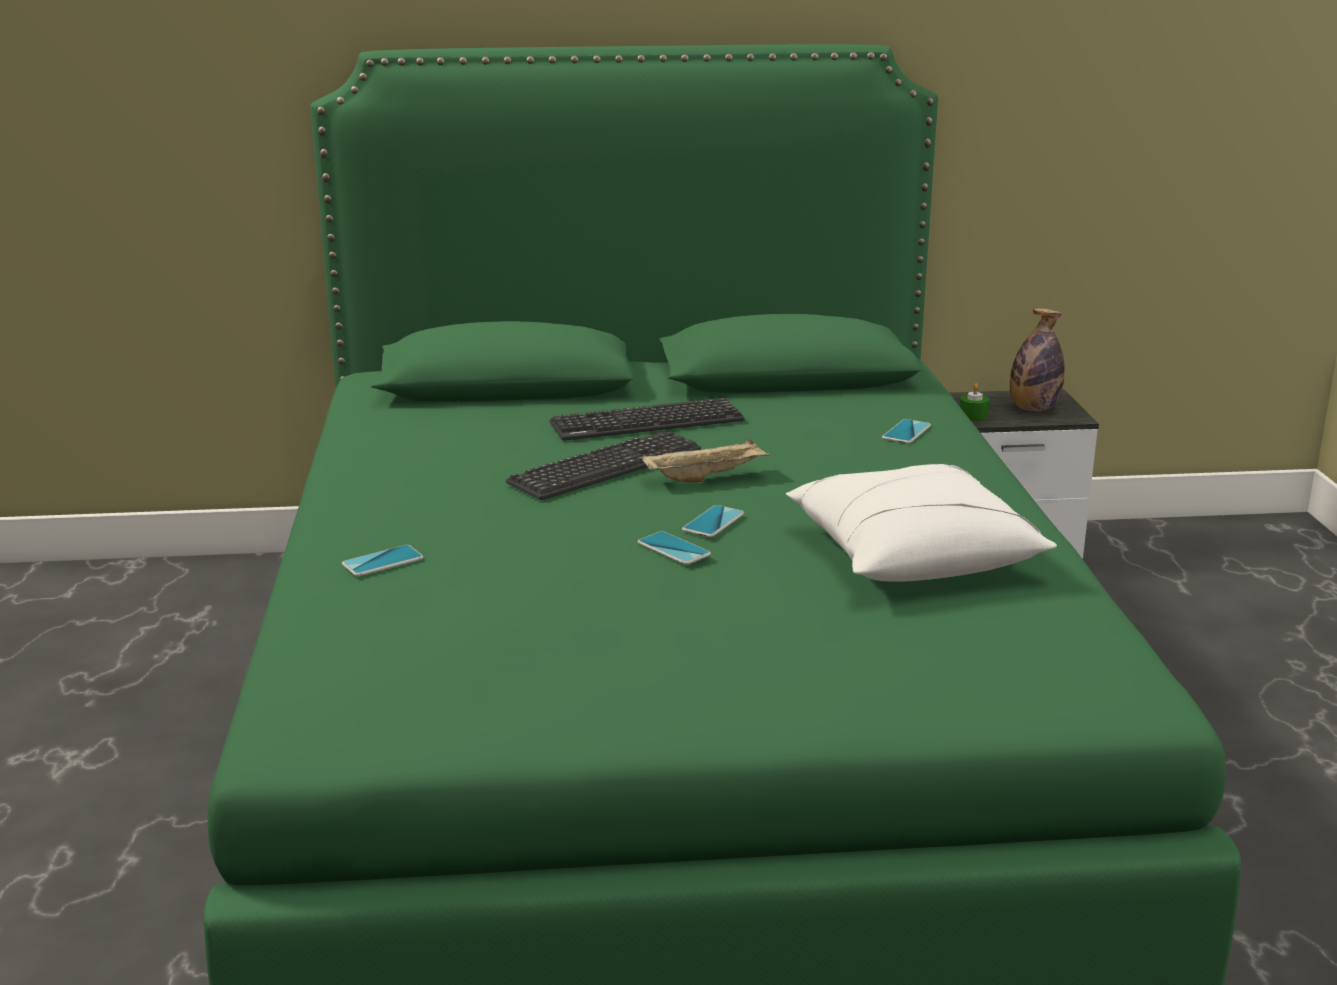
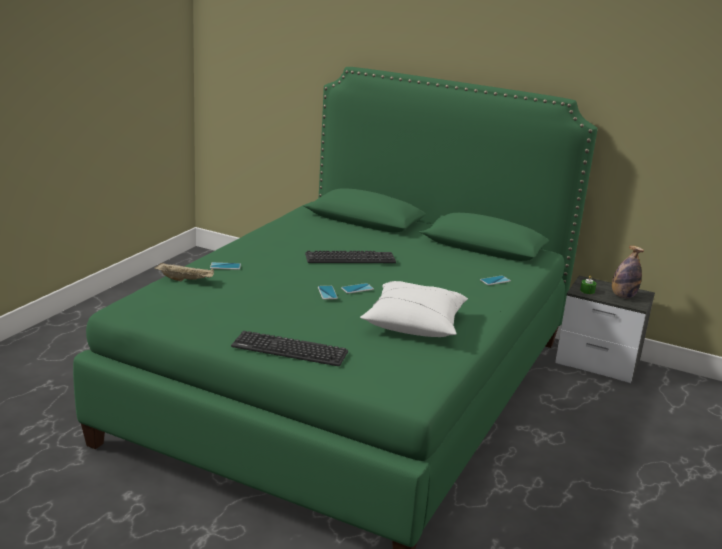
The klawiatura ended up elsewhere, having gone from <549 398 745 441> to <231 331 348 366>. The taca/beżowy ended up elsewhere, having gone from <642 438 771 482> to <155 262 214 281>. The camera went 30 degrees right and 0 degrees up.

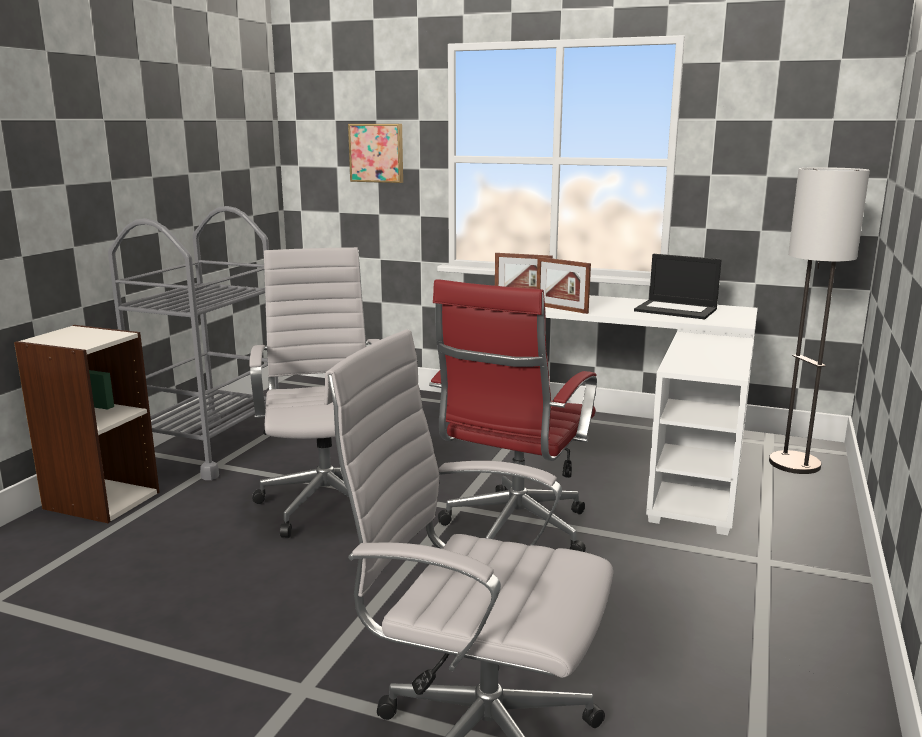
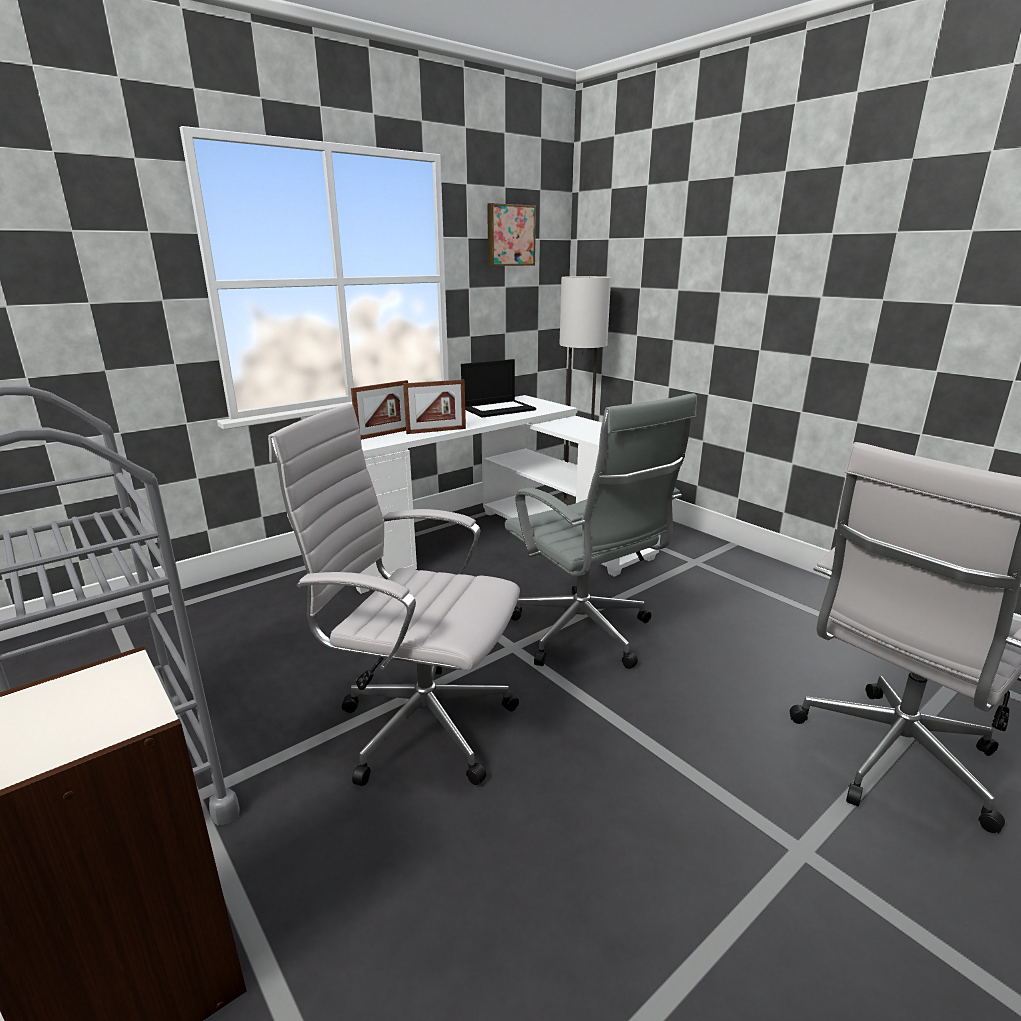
The obraz ended up elsewhere, having gone from <348 124 403 183> to <487 203 536 266>. What was the krzesło biurowe/czerwony at <429 279 597 552> turned into the krzesło biurowe/szary at <505 393 697 669>. The camera went 60 degrees left and 5 degrees up.

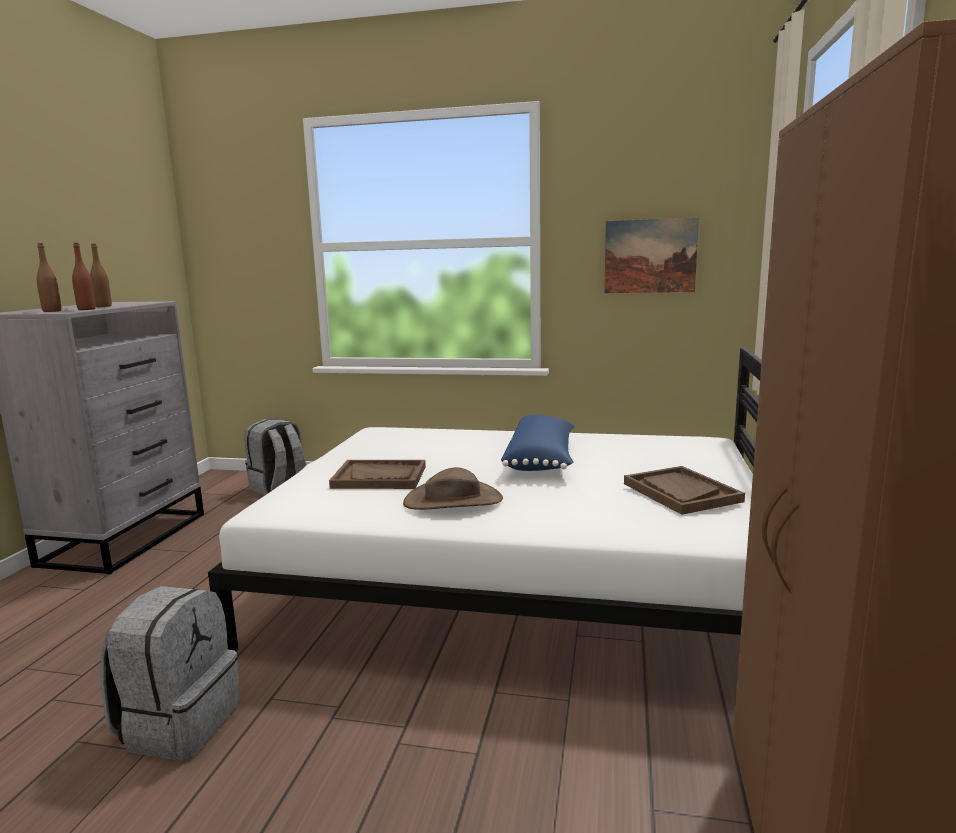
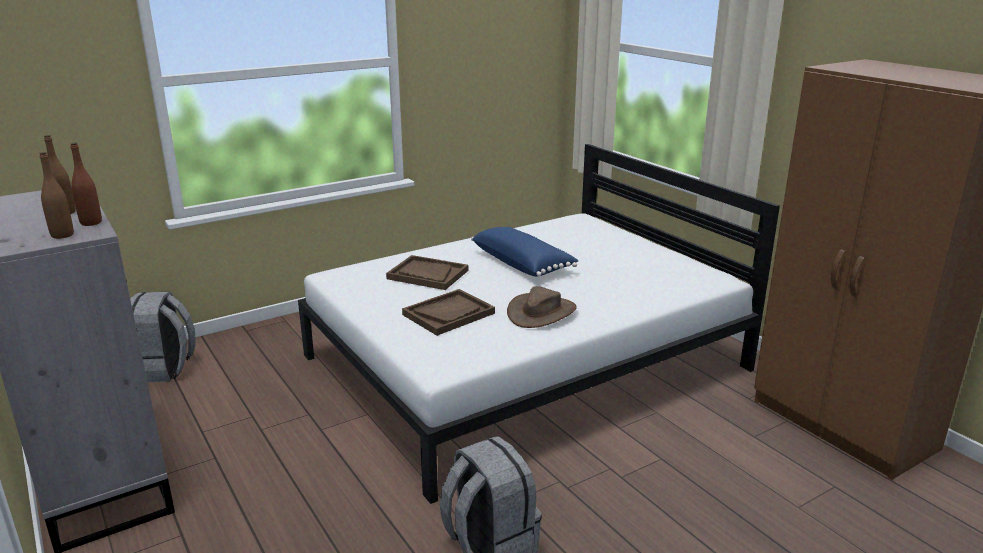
The second view lost the obraz at <604 218 699 293>. The taca/brązowy ended up elsewhere, having gone from <624 466 745 515> to <386 255 468 290>. The camera went 45 degrees left and 10 degrees up.

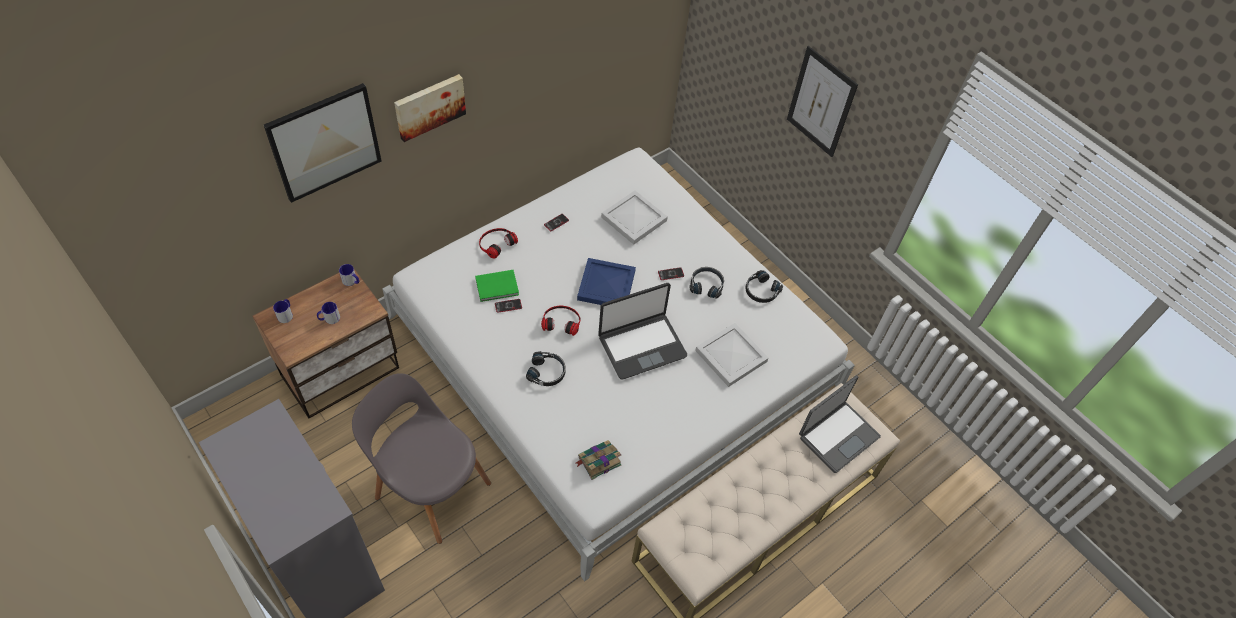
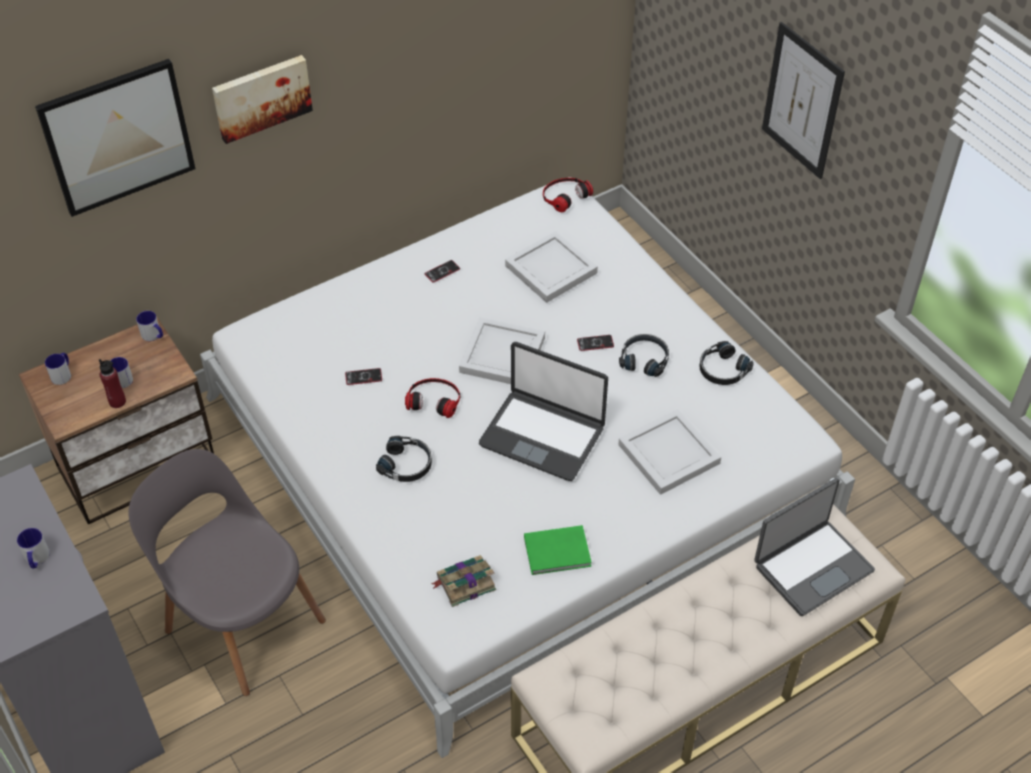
The książka/zielony ended up elsewhere, having gone from <475 270 519 302> to <524 525 592 575>. The słuchawki ended up elsewhere, having gone from <479 228 518 259> to <543 178 593 212>. What was the taca/niebieski at <577 258 636 305> turned into the taca/biały at <459 317 545 384>. The laptop at <598 283 687 380> ended up facing another way, 45 degrees clockwise from before. The second view gained the kubek at <17 528 50 568>. The second view gained the butelka/czerwony at <99 359 126 408>. The camera went 10 degrees right and 5 degrees down.

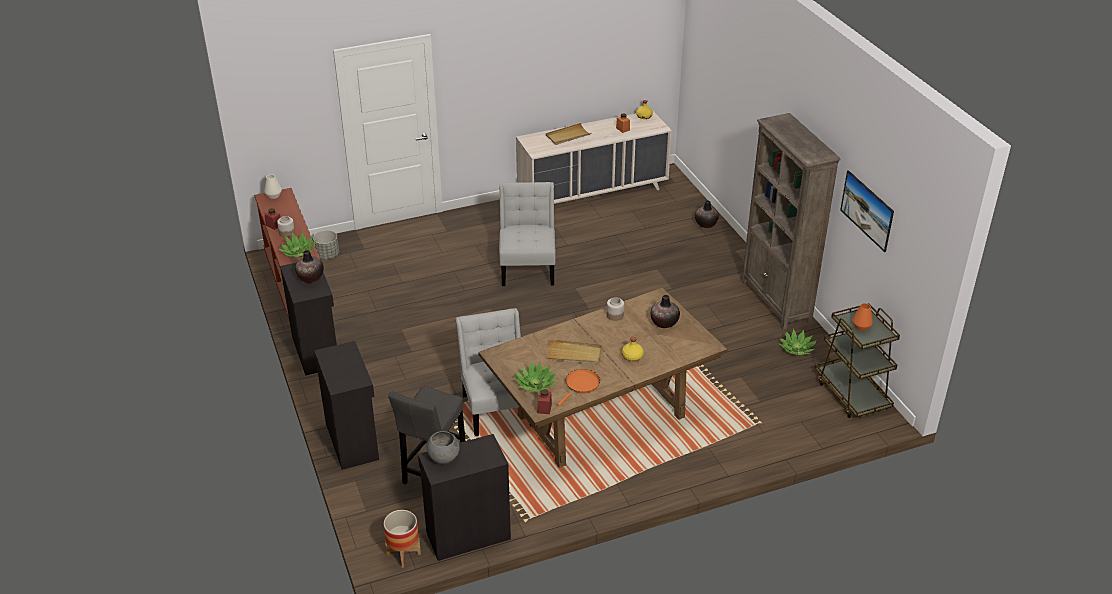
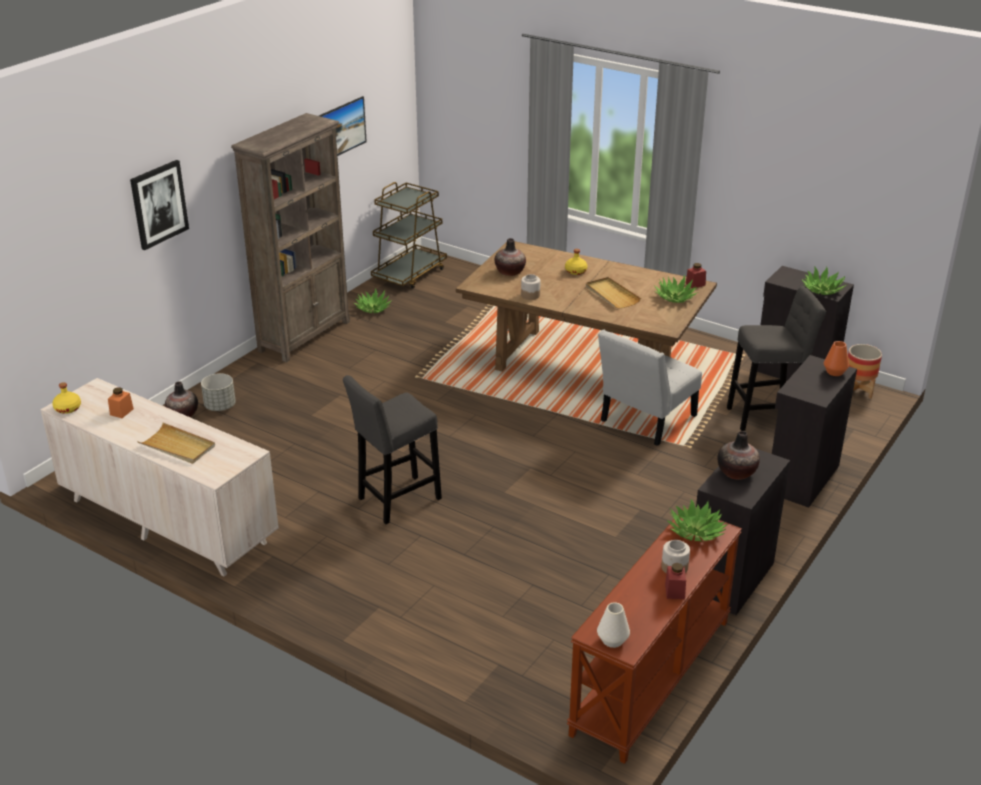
The donica/szary ended up elsewhere, having gone from <313 230 339 259> to <201 373 236 411>. Where the miska/szary stood at <426 431 460 464>, the roślina doniczkowa came to stand at <801 267 847 295>. Where the krzesło/biały stood at <499 182 556 286>, the stołek/szary came to stand at <343 375 442 524>. The second view lost the patelnia/pomarańczowy at <557 369 600 406>. The wazon/pomarańczowy ended up elsewhere, having gone from <853 303 873 331> to <824 341 849 376>. The second view gained the obraz at <130 160 189 250>. The camera went 125 degrees left and 5 degrees down.

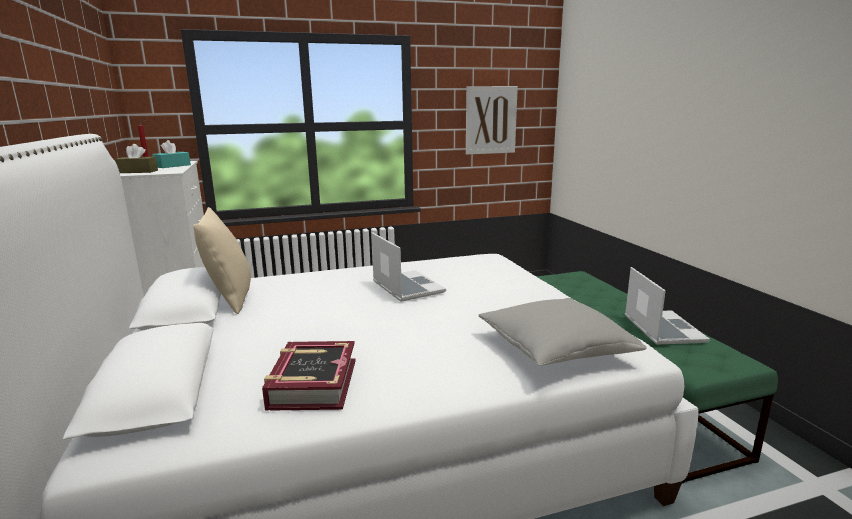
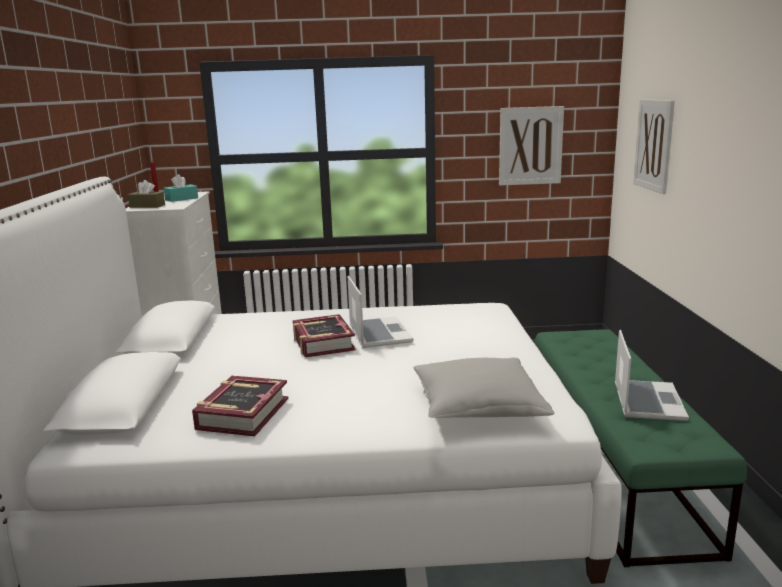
The second view lost the poduszka/beżowy at <193 207 251 314>. The second view gained the książka at <293 314 356 358>. The second view gained the obraz at <633 99 675 194>. The camera went 15 degrees right and 0 degrees up.

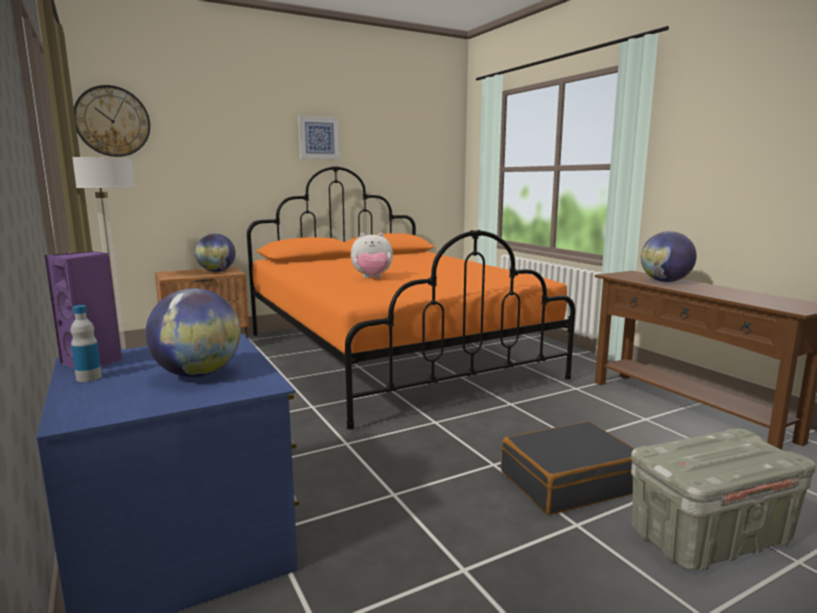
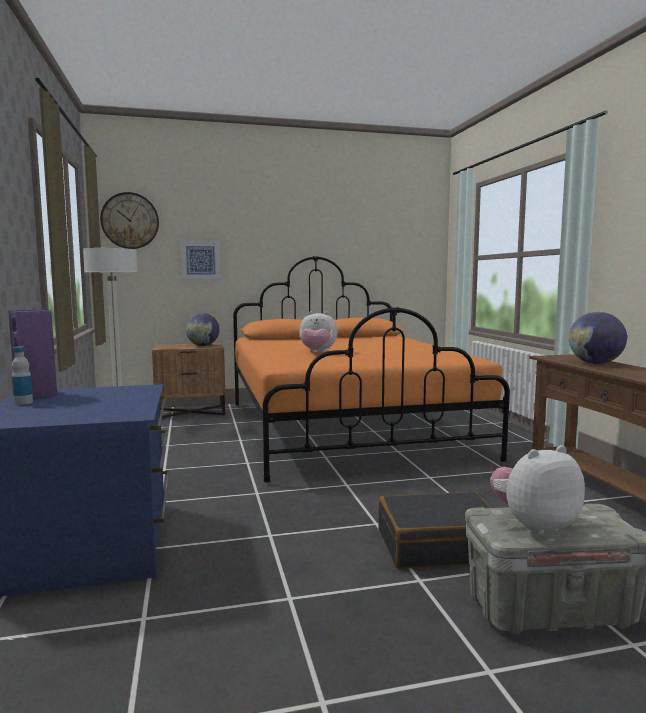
The second view lost the globus at <145 288 241 377>. The obraz ended up elsewhere, having gone from <298 115 340 159> to <180 240 220 279>. The second view gained the pluszak at <490 445 585 535>. The camera went 15 degrees right and 5 degrees down.

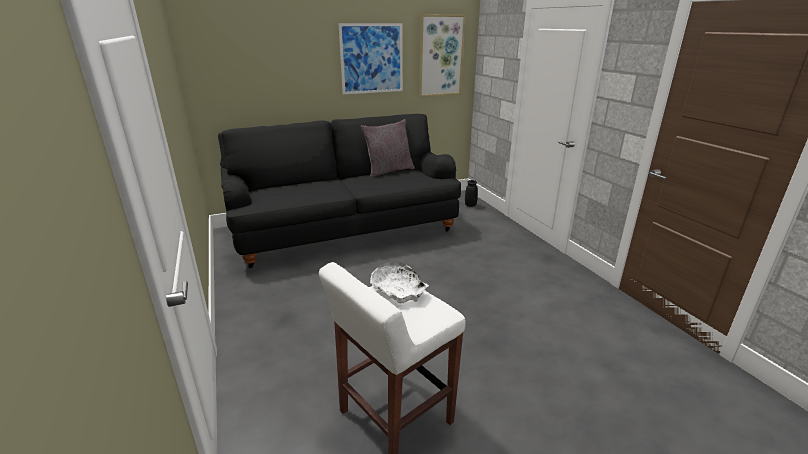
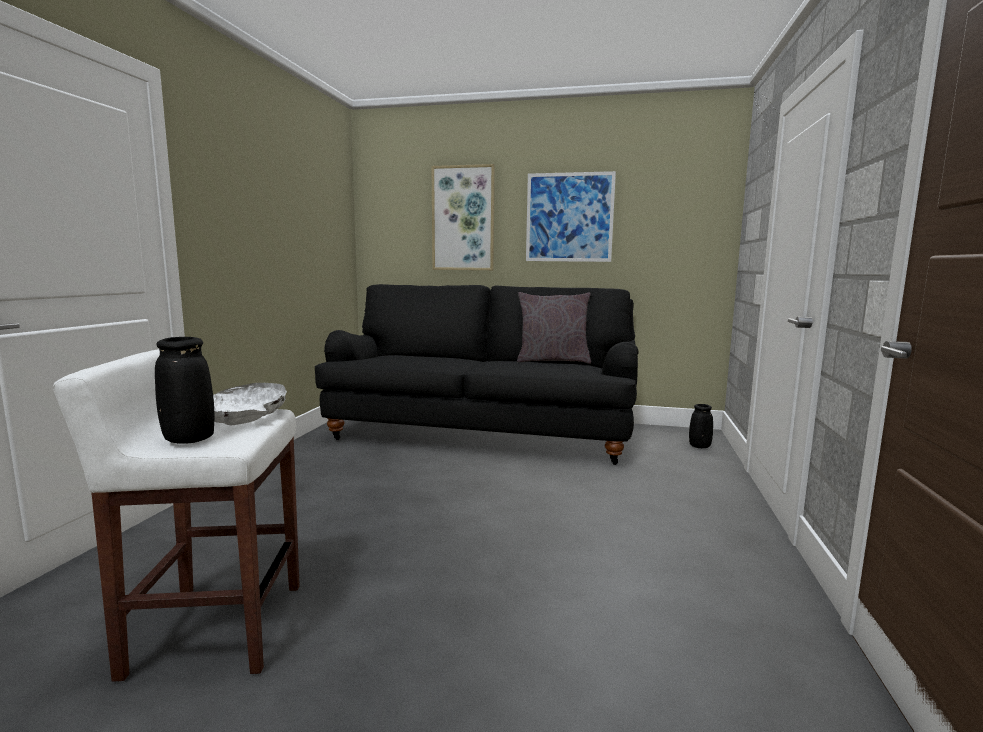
The obraz ended up elsewhere, having gone from <419 15 466 97> to <432 164 495 270>. The second view gained the wazon/czarny at <155 337 214 444>. The camera went 35 degrees right and 15 degrees down.

